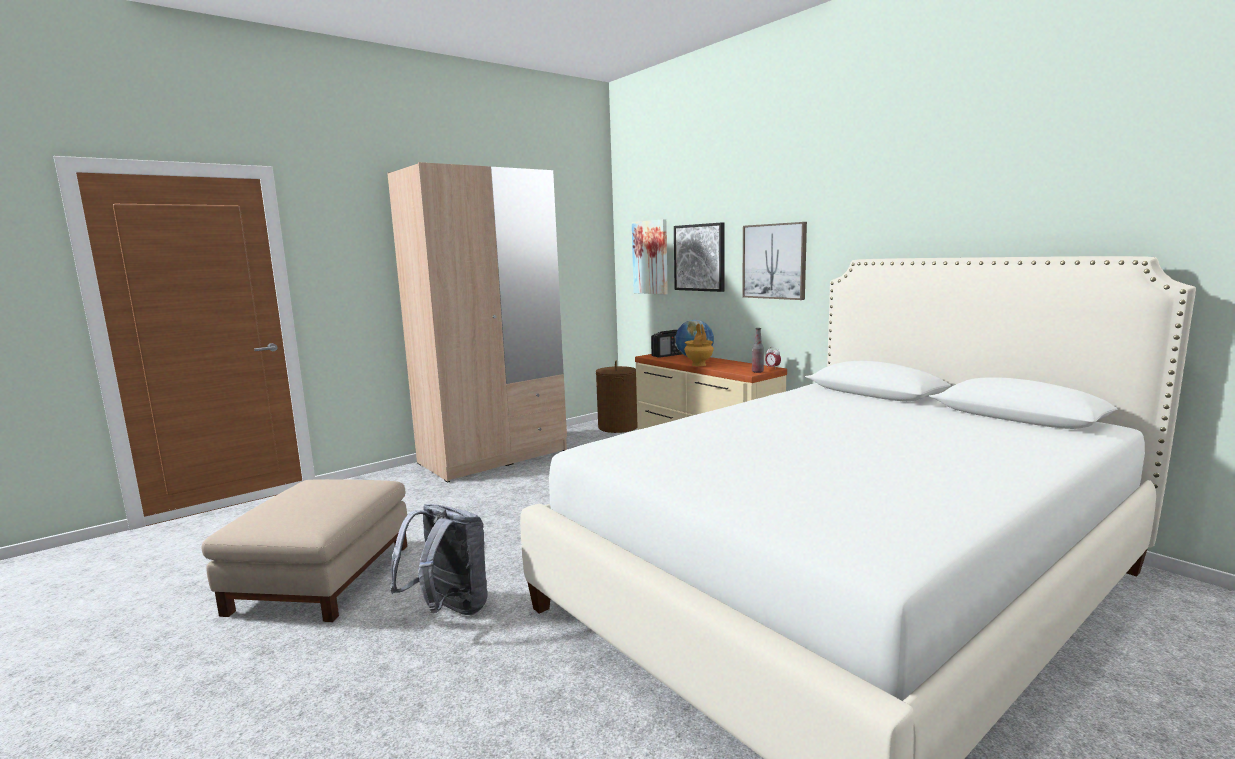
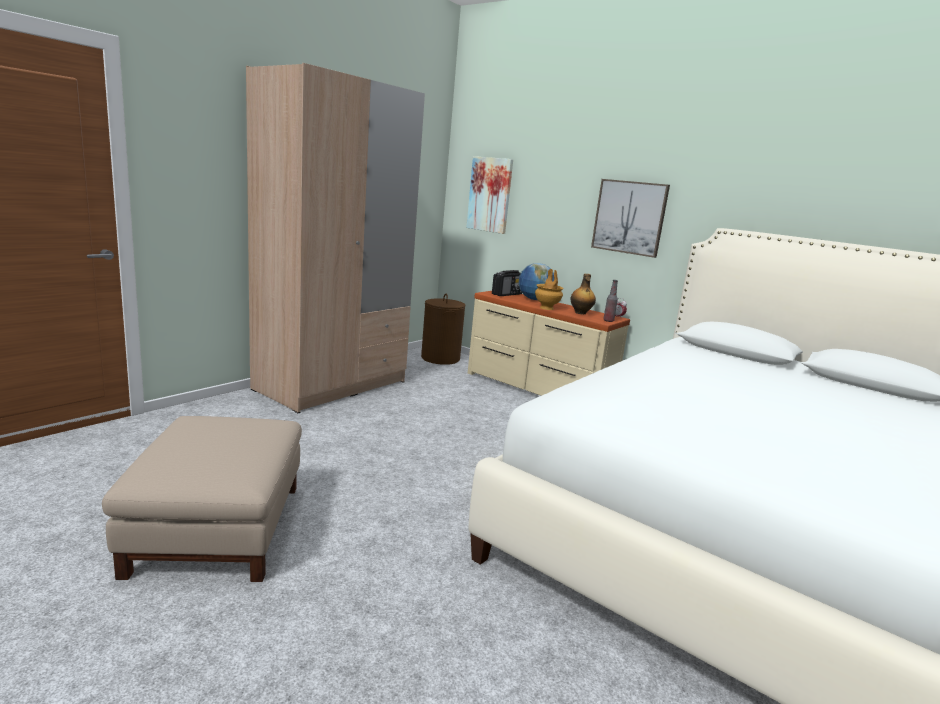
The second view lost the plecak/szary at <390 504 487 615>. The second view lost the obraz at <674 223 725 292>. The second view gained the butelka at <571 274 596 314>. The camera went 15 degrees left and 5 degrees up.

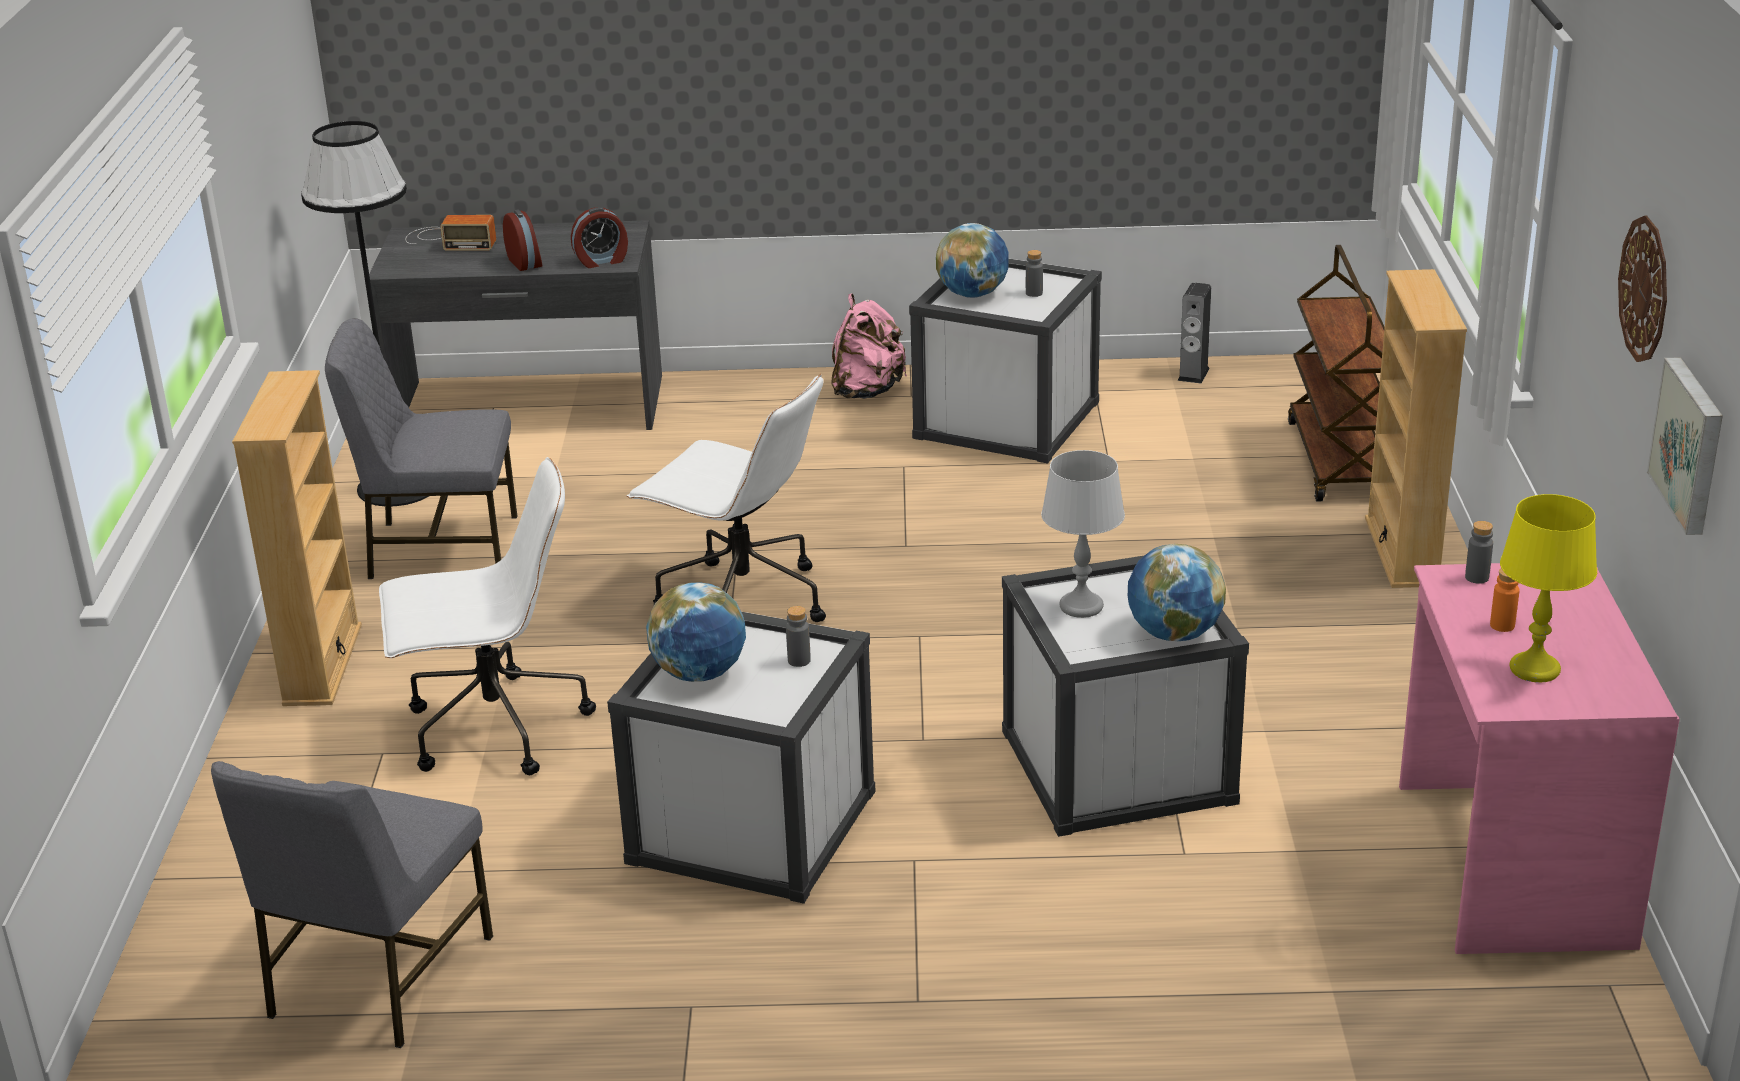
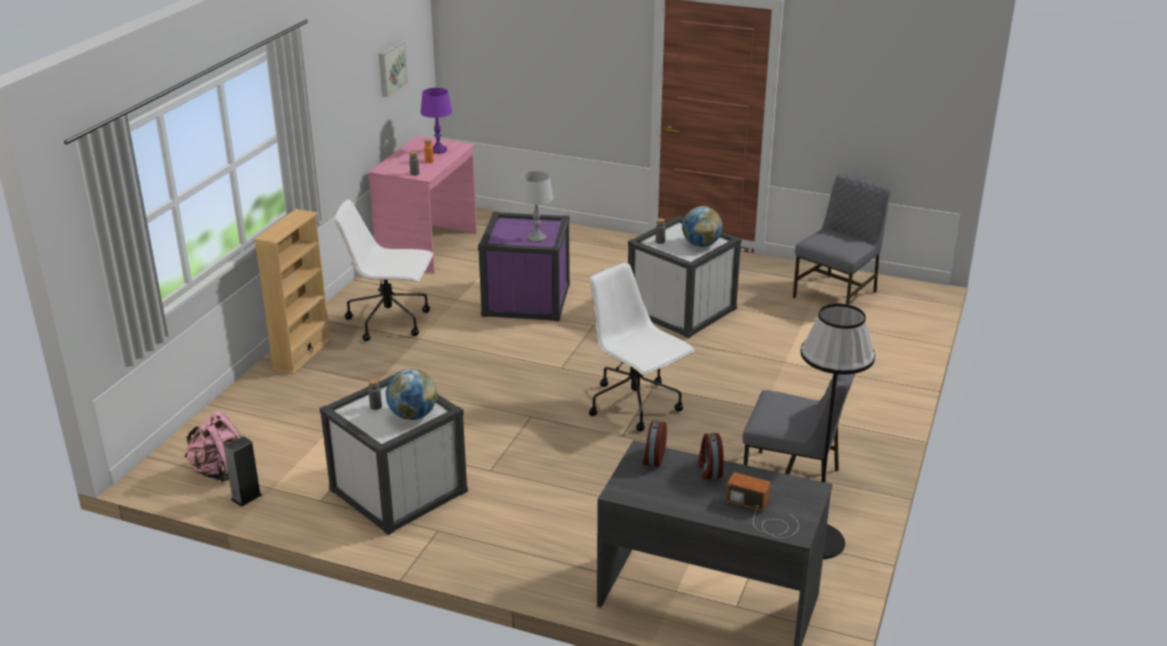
The second view lost the regał/beżowy at <232 370 362 706>. The krzesło biurowe/biały ended up elsewhere, having gone from <379 457 596 775> to <334 199 434 341>. The budzik at <571 207 628 268> ended up facing another way, 75 degrees counterclockwise from before. The plecak/różowy ended up elsewhere, having gone from <831 293 907 399> to <184 410 242 483>. What was the pojemnik do przechowywania/biały at <1002 555 1249 837> turned into the pojemnik do przechowywania/fioletowy at <478 212 570 321>. The second view lost the globus at <1128 544 1226 641>. The second view lost the wózek/brązowy at <1288 245 1385 502>. What was the lampa stołowa/żółty at <1500 494 1597 683> turned into the lampa stołowa/fioletowy at <420 88 452 154>. The second view lost the zegar ścienny at <1618 215 1667 362>. The camera went 160 degrees left and 0 degrees up.

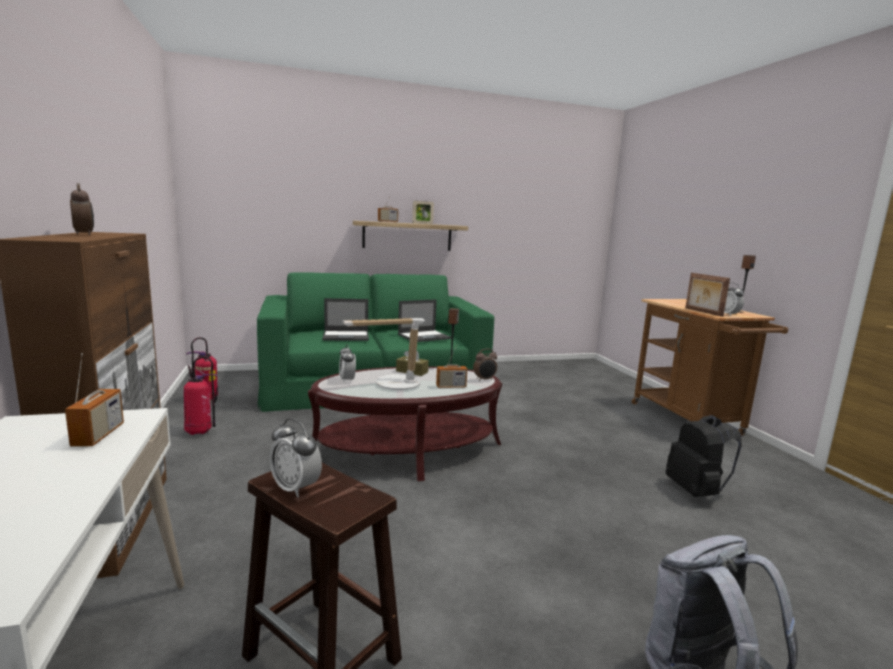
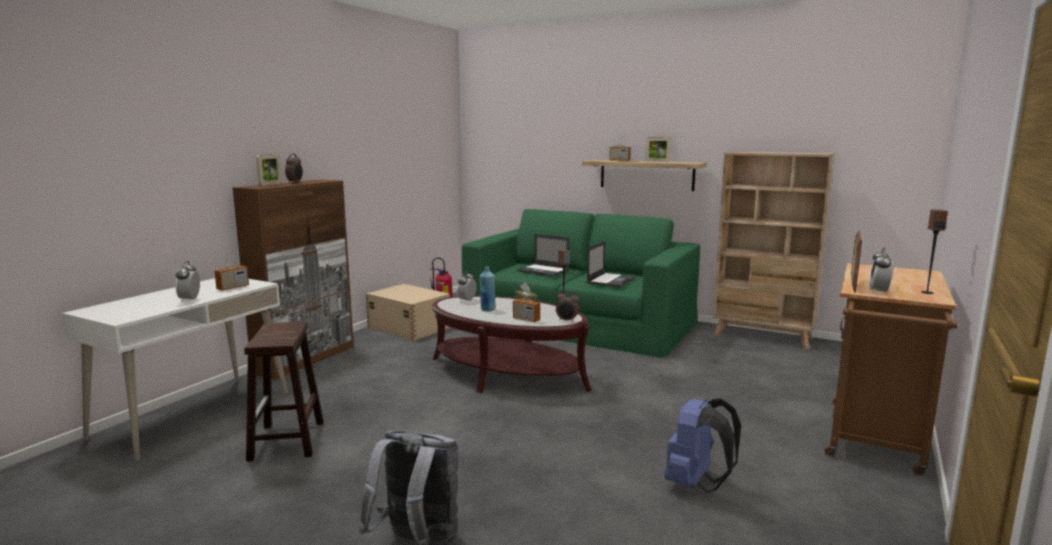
Where the gaśnica stood at <184 356 218 435>, the pojemnik do przechowywania/beżowy came to stand at <366 284 451 341>. The budzik ended up elsewhere, having gone from <269 418 322 498> to <175 261 200 302>. Where the lampa stołowa stood at <342 318 425 390>, the butelka/niebieski came to stand at <480 266 496 311>. The laptop at <398 299 451 342> ended up facing another way, 75 degrees counterclockwise from before. What was the plecak/czarny at <666 415 742 497> turned into the plecak/niebieski at <664 398 741 492>. The second view gained the ramka na zdjęcie at <256 154 282 186>. The second view gained the regał/beżowy at <713 151 834 350>. The camera went 45 degrees right and 0 degrees up.

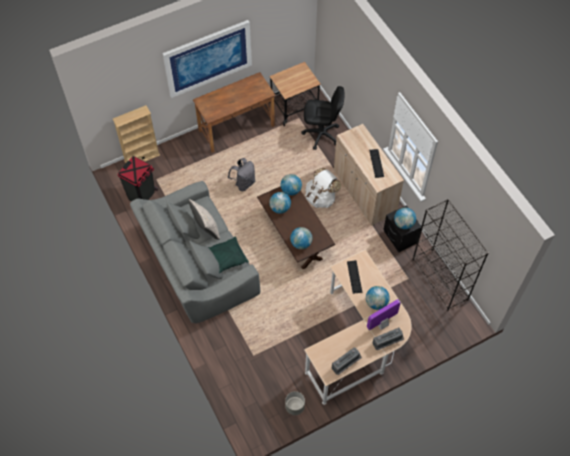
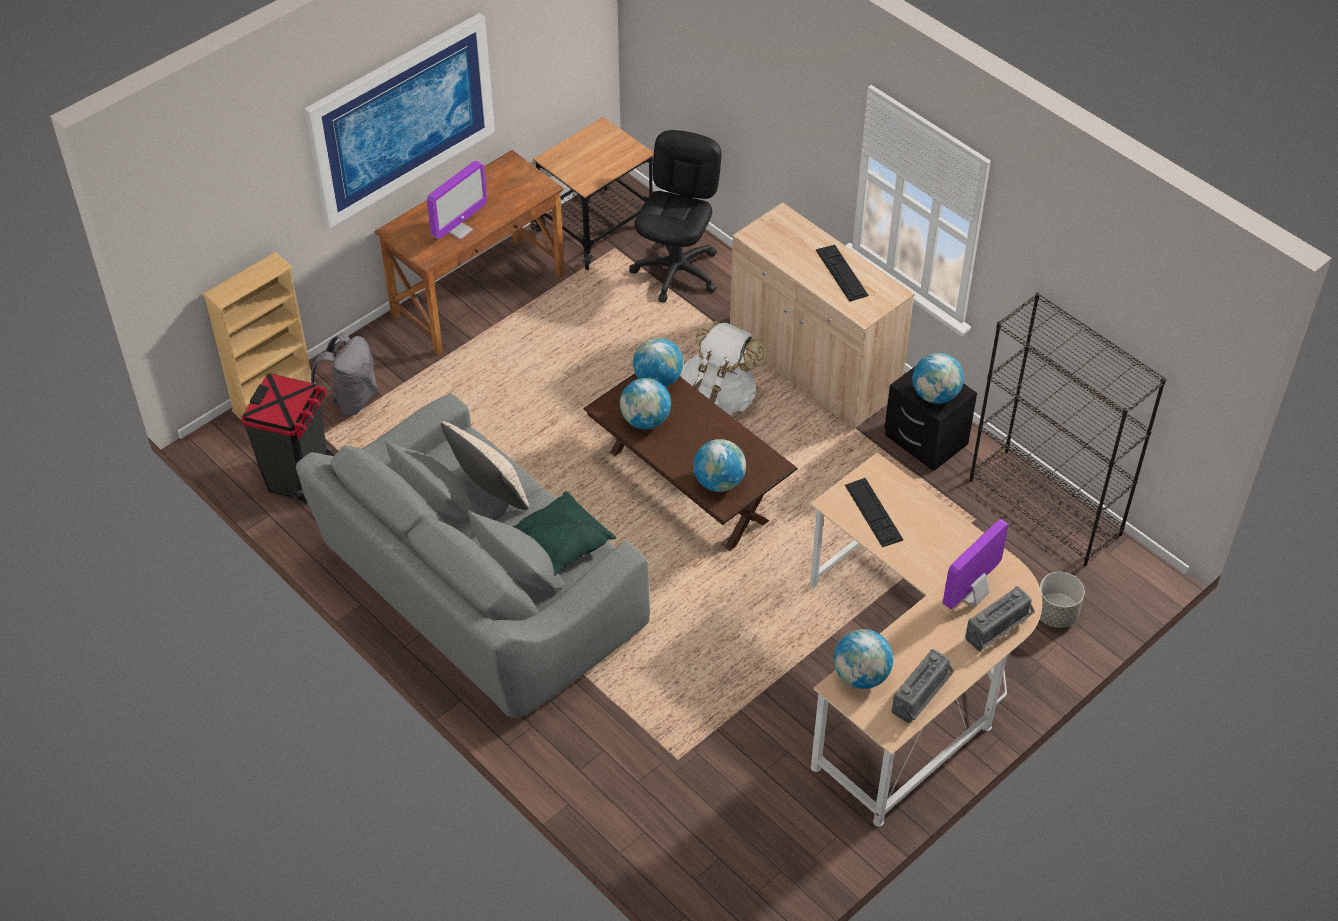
The plecak/szary ended up elsewhere, having gone from <228 158 255 191> to <311 333 378 416>. The donica/szary ended up elsewhere, having gone from <285 391 305 415> to <1040 572 1085 628>. The krzesło biurowe/czarny at <301 86 345 150> ended up facing another way, 60 degrees counterclockwise from before. The globus ended up elsewhere, having gone from <366 286 390 310> to <834 629 893 689>. The second view gained the monitor at <427 160 487 240>. The camera went 15 degrees left and 10 degrees down.

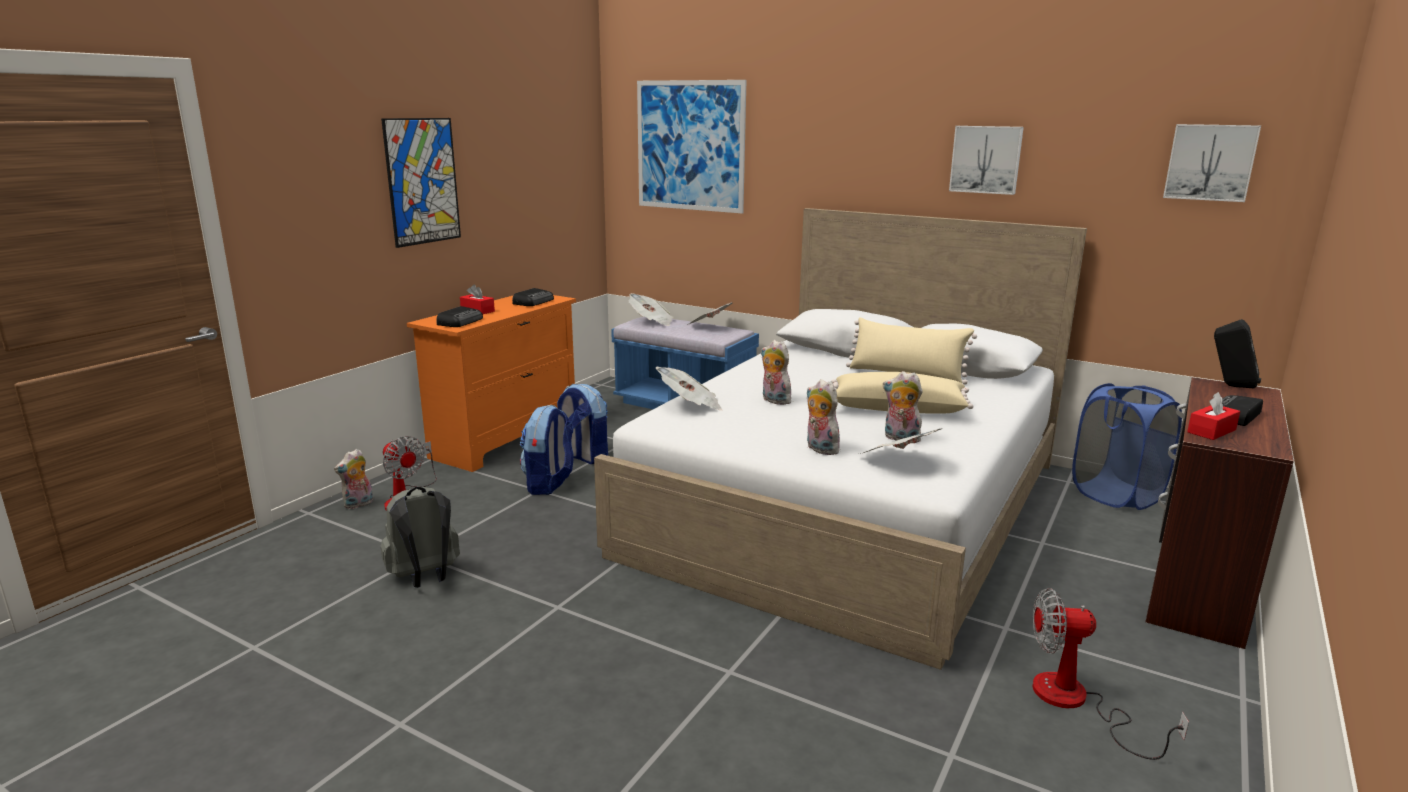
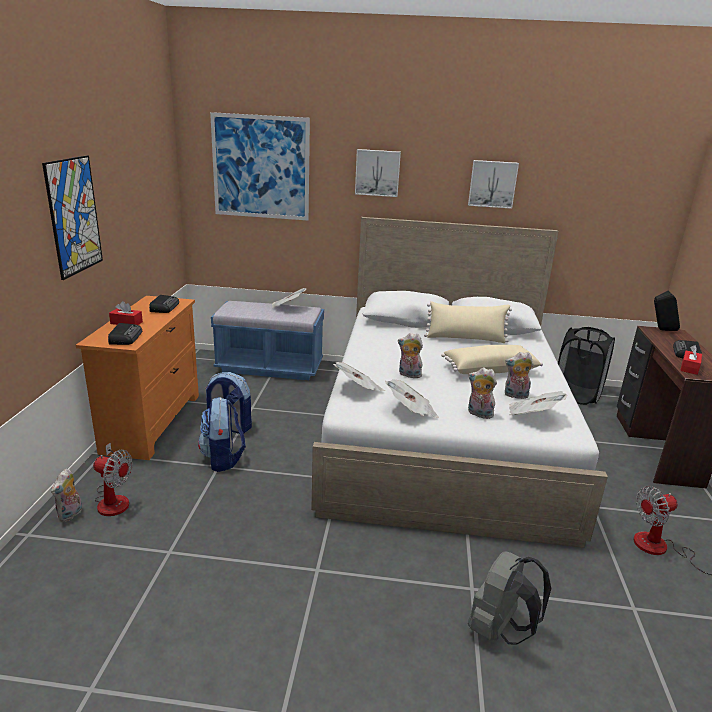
The plecak/szary ended up elsewhere, having gone from <381 487 460 588> to <468 551 551 645>. The gazeta ended up elsewhere, having gone from <628 293 674 326> to <385 380 439 418>. What was the kosz na pranie/niebieski at <1072 383 1182 510> turned into the kosz na pranie/czarny at <558 327 615 405>. The obraz ended up elsewhere, having gone from <1163 124 1261 202> to <355 149 401 197>. The camera went 25 degrees left and 5 degrees up.

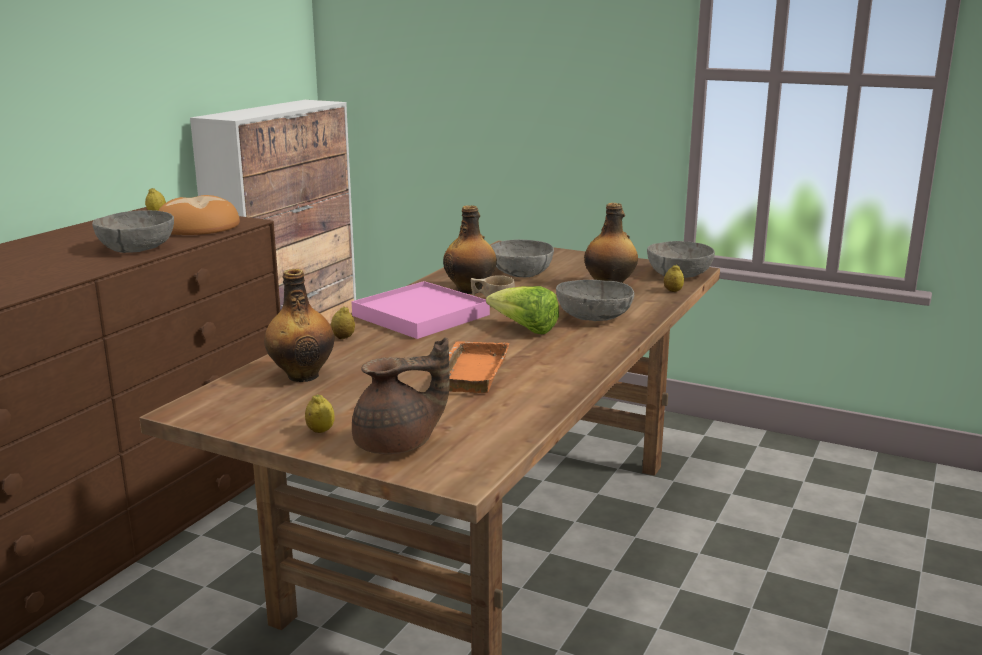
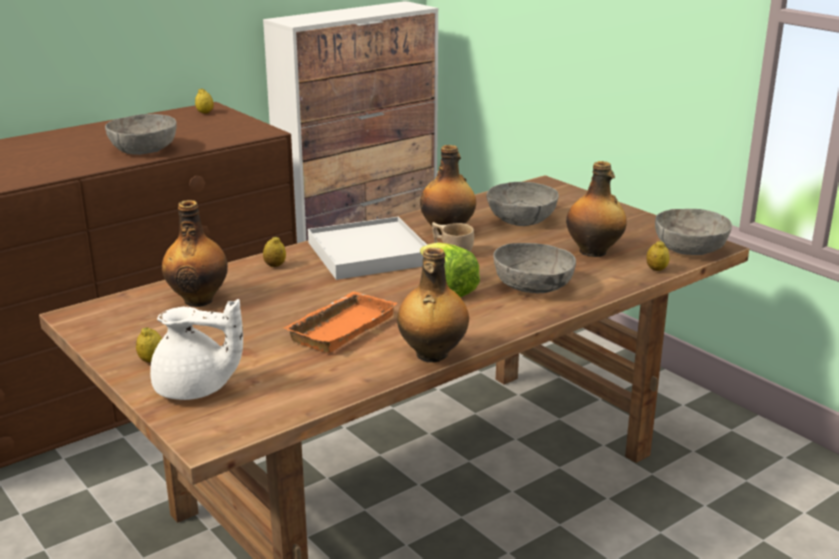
The second view lost the chleb at <158 195 240 235>. What was the taca/różowy at <351 281 490 339> turned into the taca/biały at <308 217 427 280>. What was the imbryk/brązowy at <352 337 450 454> turned into the imbryk/biały at <150 299 243 400>. The second view gained the butelka at <397 247 469 363>. The camera went 25 degrees right and 5 degrees up.

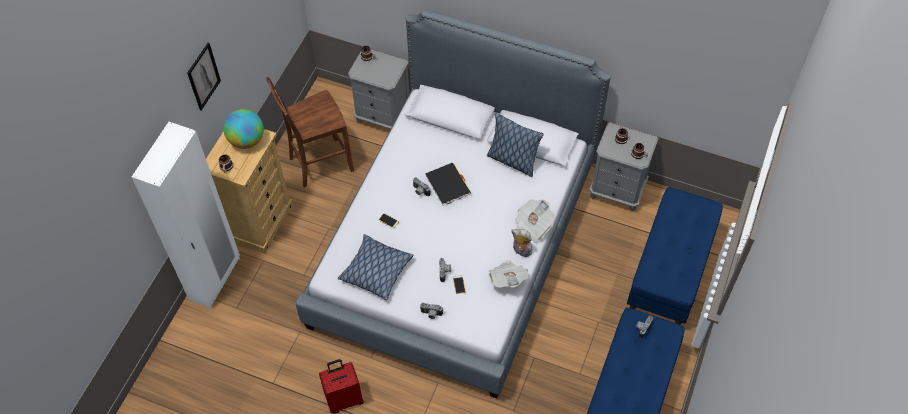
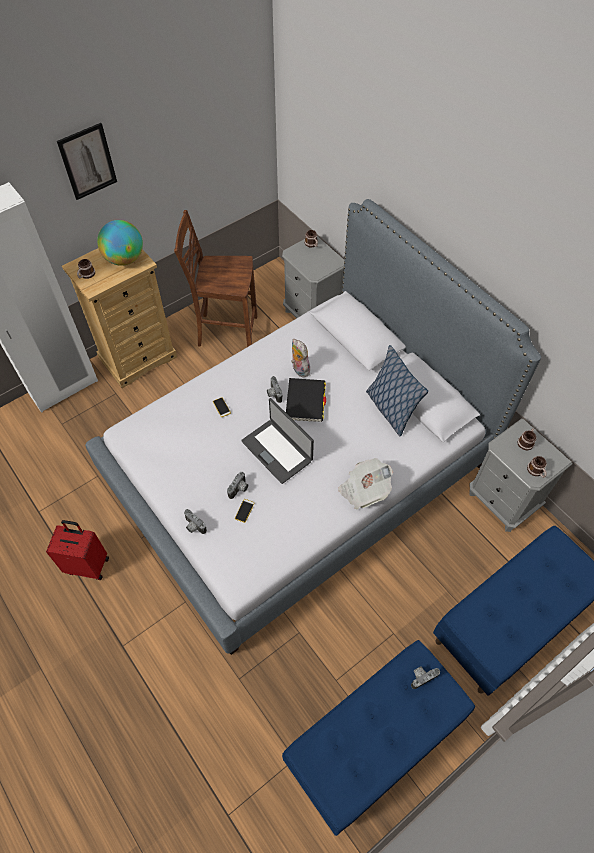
The second view lost the poduszka at <338 234 413 300>. The second view lost the gazeta at <489 260 528 288>. The pluszak ended up elsewhere, having gone from <511 229 532 257> to <291 339 310 377>. The second view gained the laptop at <241 398 314 484>. The camera went 30 degrees right and 0 degrees up.

